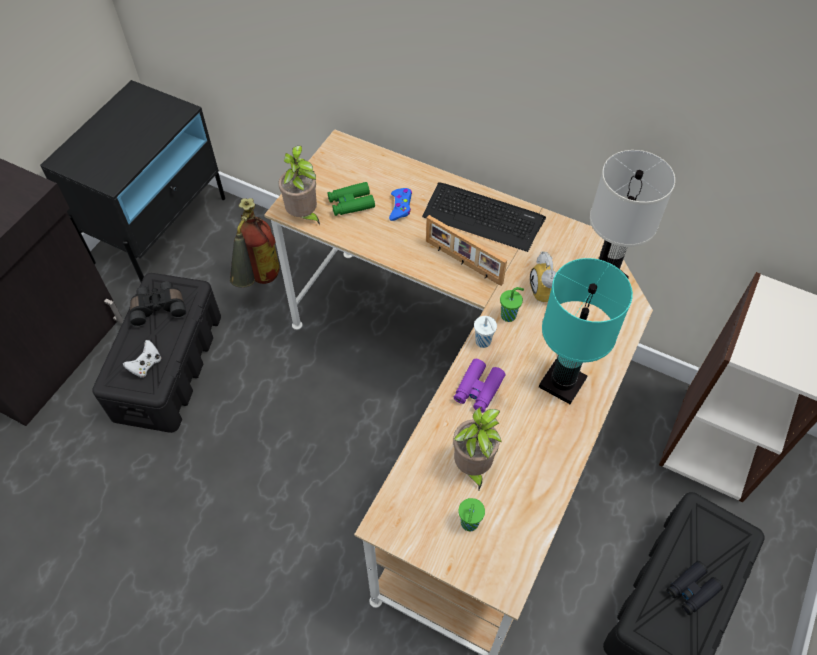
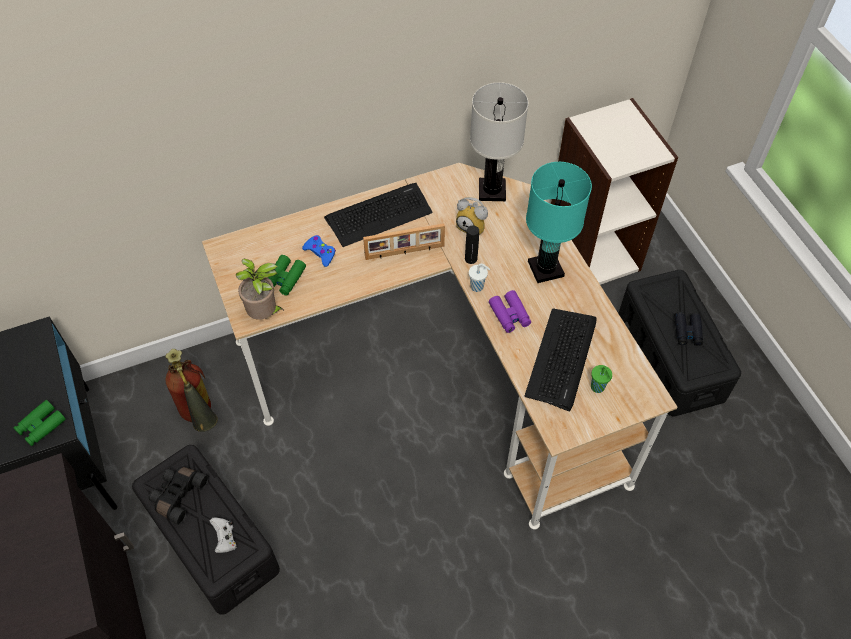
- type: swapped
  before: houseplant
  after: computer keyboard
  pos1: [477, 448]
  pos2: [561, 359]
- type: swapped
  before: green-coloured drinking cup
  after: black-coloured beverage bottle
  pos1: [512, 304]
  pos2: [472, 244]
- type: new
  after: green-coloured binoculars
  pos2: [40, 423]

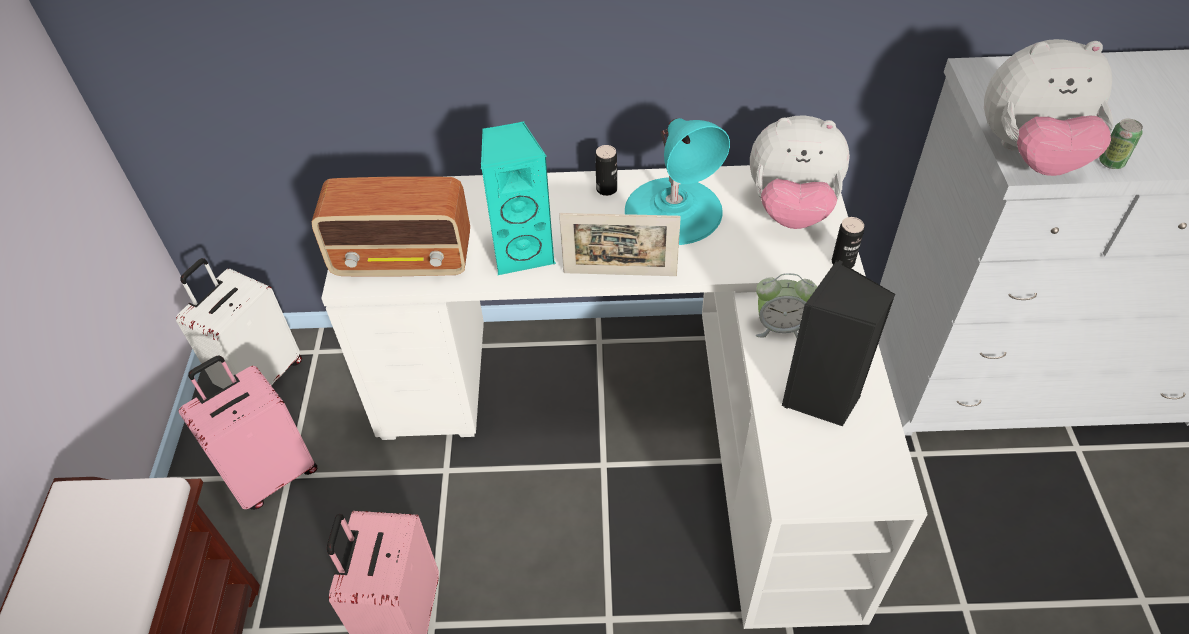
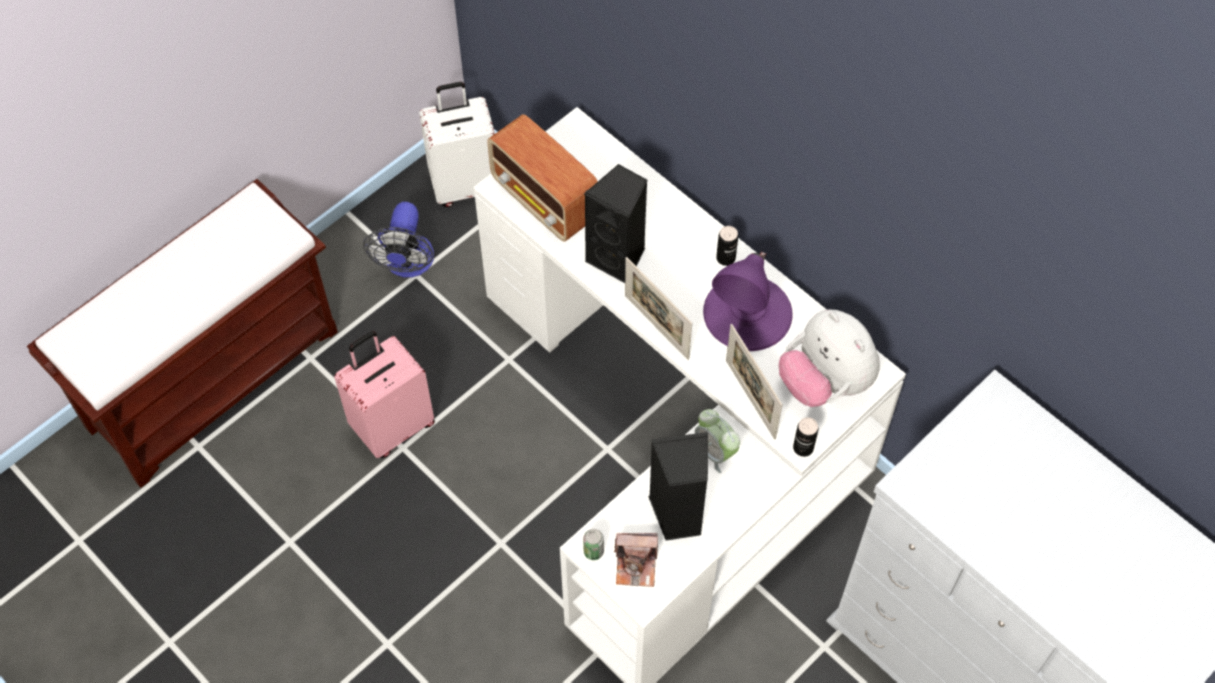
- type: swapped
  before: pink-coloured suitcase
  after: cooling fan
  pos1: [248, 432]
  pos2: [398, 239]
- type: repainted
  before: turquoise speaker
  after: black-coloured speaker
  pos1: [518, 198]
  pos2: [616, 223]
- type: repainted
  before: turquoise lamp for a table
  after: purplish lamp for a table
  pos1: [677, 181]
  pos2: [748, 301]
- type: gone
  before: soft toy
  pos1: [1048, 107]
- type: shifted
  before: metal can
  pos1: [1121, 143]
  pos2: [593, 544]
- type: new
  after: still camera
  pos2: [636, 560]
- type: new
  after: standing frame
  pos2: [754, 381]

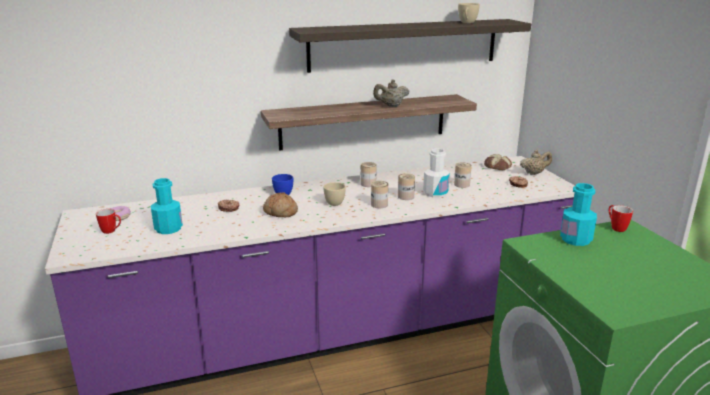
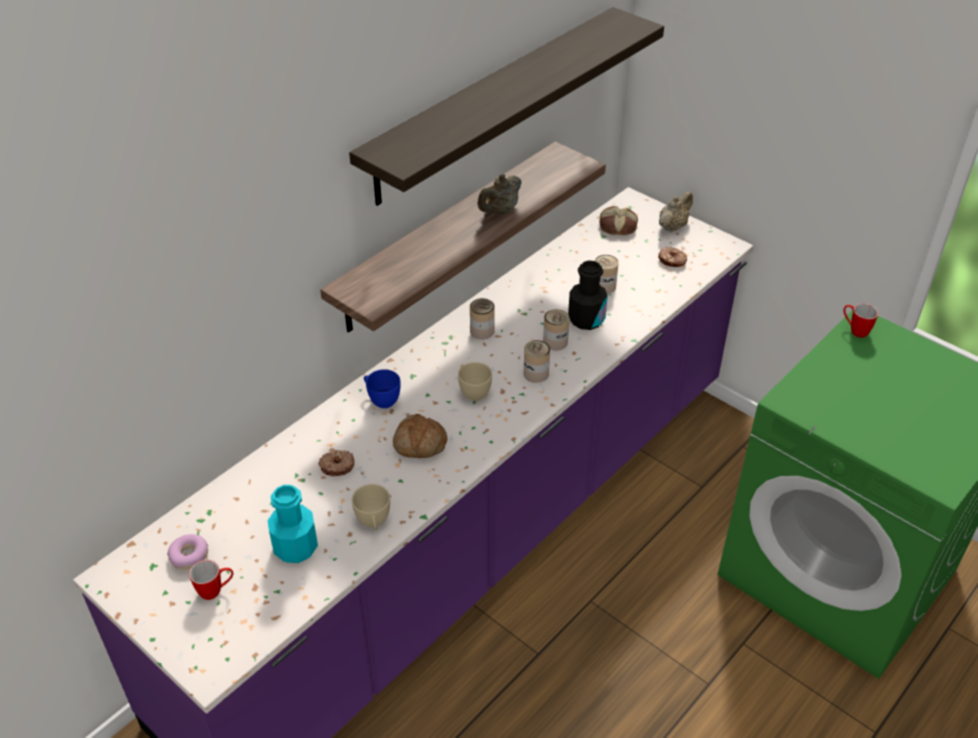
- type: repainted
  before: white beverage bottle
  after: black-coloured beverage bottle
  pos1: [436, 173]
  pos2: [588, 295]
- type: shifted
  before: beige-coloured drinking cup
  pos1: [469, 13]
  pos2: [371, 507]
- type: gone
  before: turquoise beverage bottle
  pos1: [578, 214]

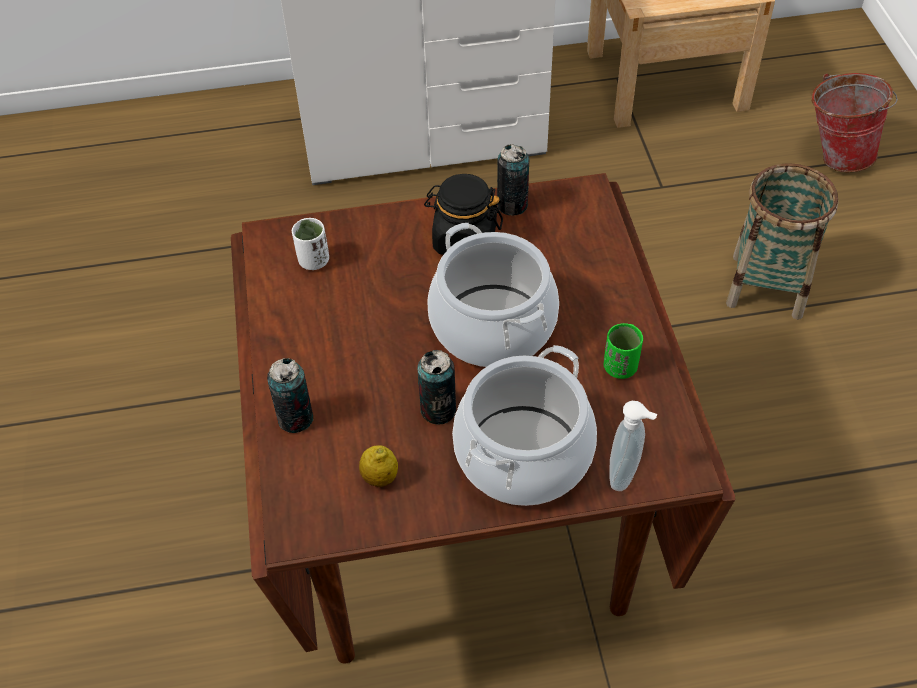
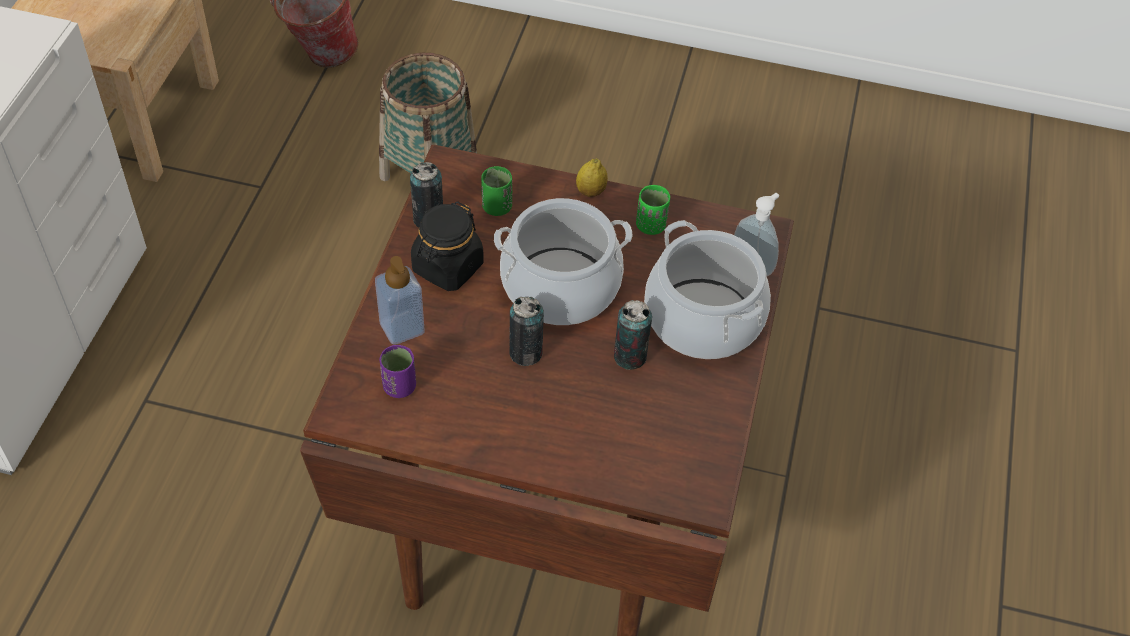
- type: shifted
  before: metal can
  pos1: [290, 395]
  pos2: [527, 331]
- type: repainted
  before: white drinking cup
  after: purplish drinking cup
  pos1: [310, 244]
  pos2: [398, 371]
- type: shifted
  before: lemon
  pos1: [378, 466]
  pos2: [592, 178]
- type: new
  after: soap dispenser
  pos2: [400, 300]
- type: new
  after: green-coloured drinking cup
  pos2: [496, 191]

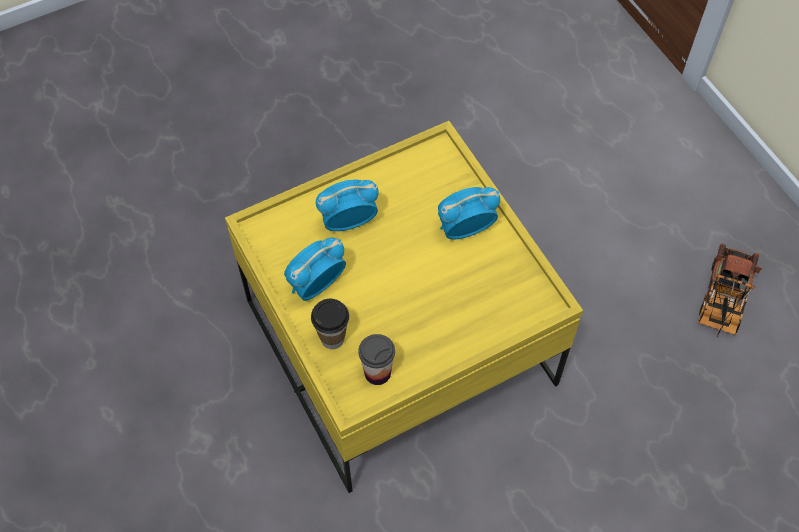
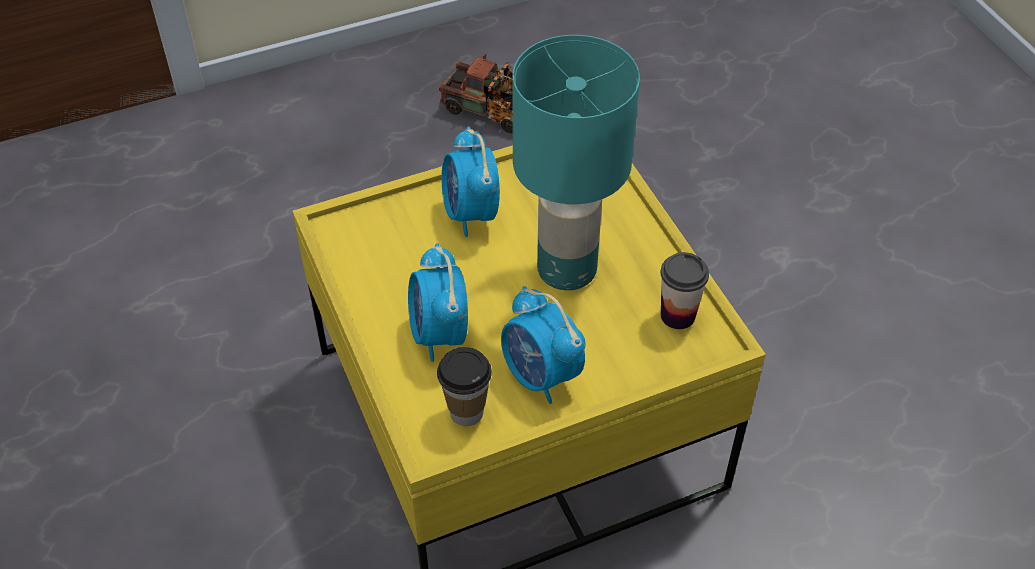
- type: shifted
  before: drinking cup
  pos1: [330, 324]
  pos2: [464, 386]
- type: new
  after: turquoise lamp for a table
  pos2: [576, 162]

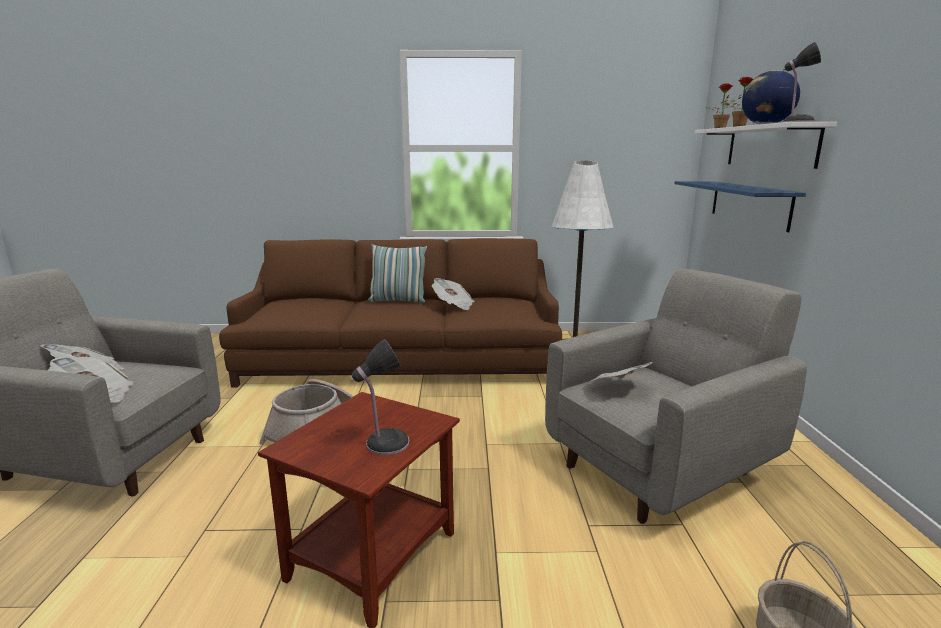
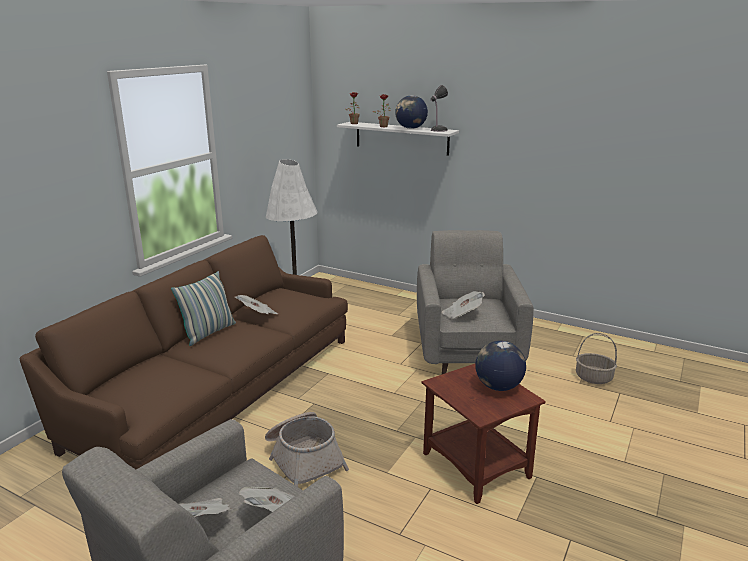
- type: swapped
  before: lamp for a table
  after: world globe
  pos1: [380, 397]
  pos2: [500, 366]
- type: gone
  before: blue bracket shelf
  pos1: [740, 206]

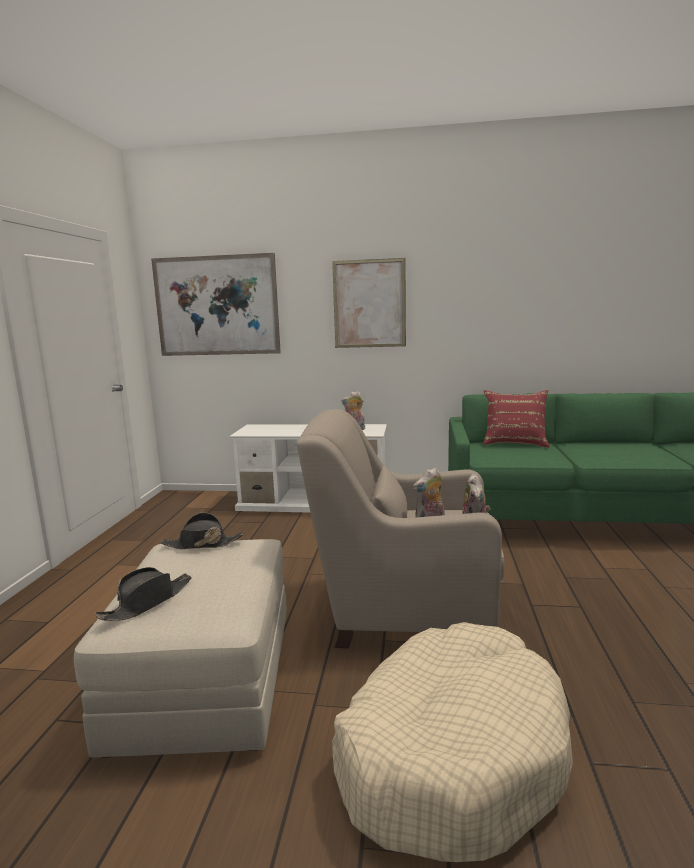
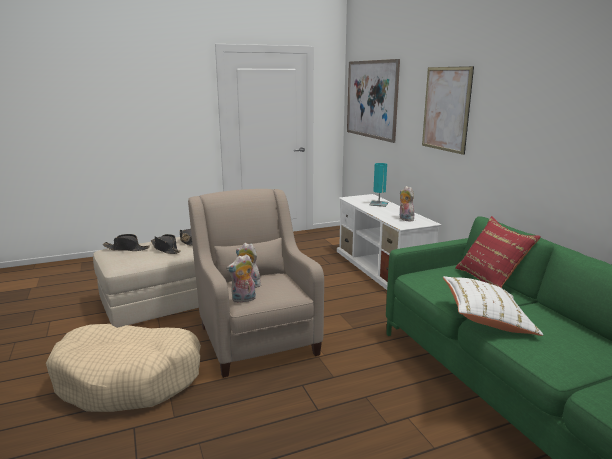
- type: new
  after: black-coloured wearable hat
  pos2: [166, 244]
- type: new
  after: turquoise lamp for a table
  pos2: [378, 185]
- type: new
  after: white throw pillow
  pos2: [493, 306]

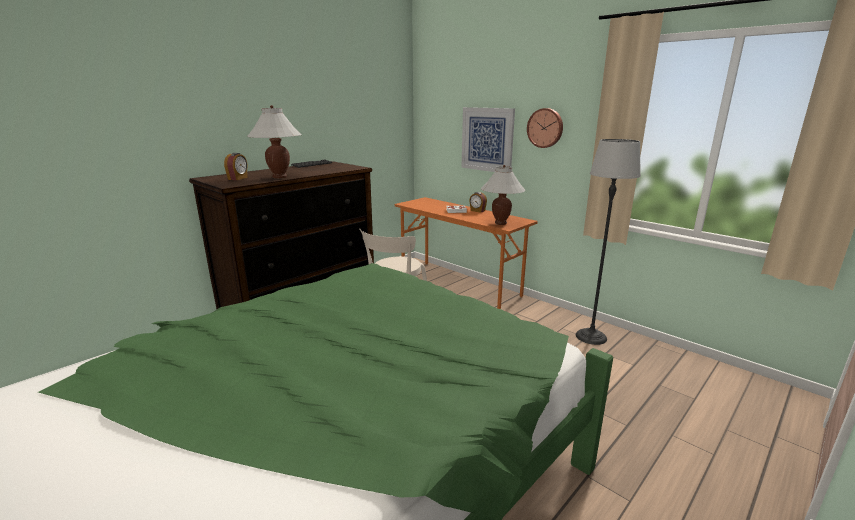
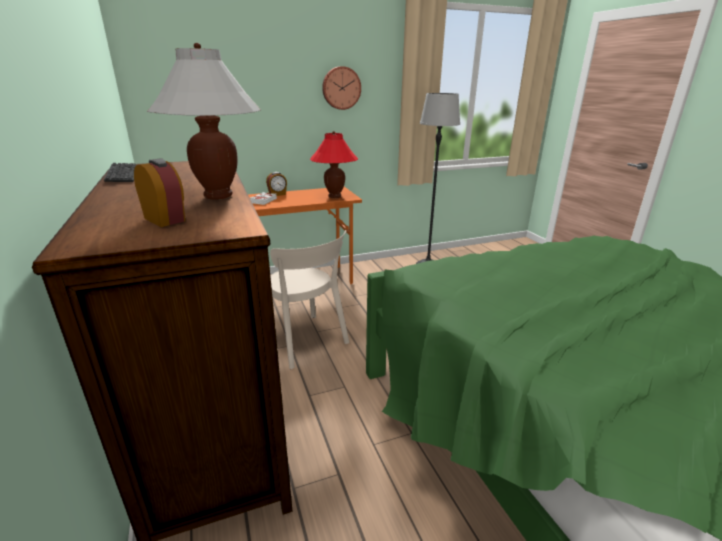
- type: gone
  before: picture
  pos1: [488, 139]
- type: repainted
  before: white lamp for a table
  after: reddish lamp for a table
  pos1: [503, 195]
  pos2: [334, 164]

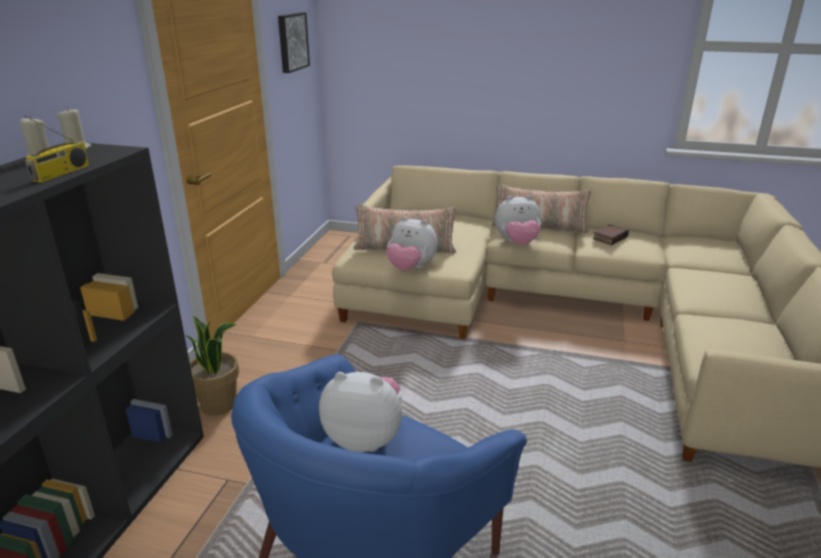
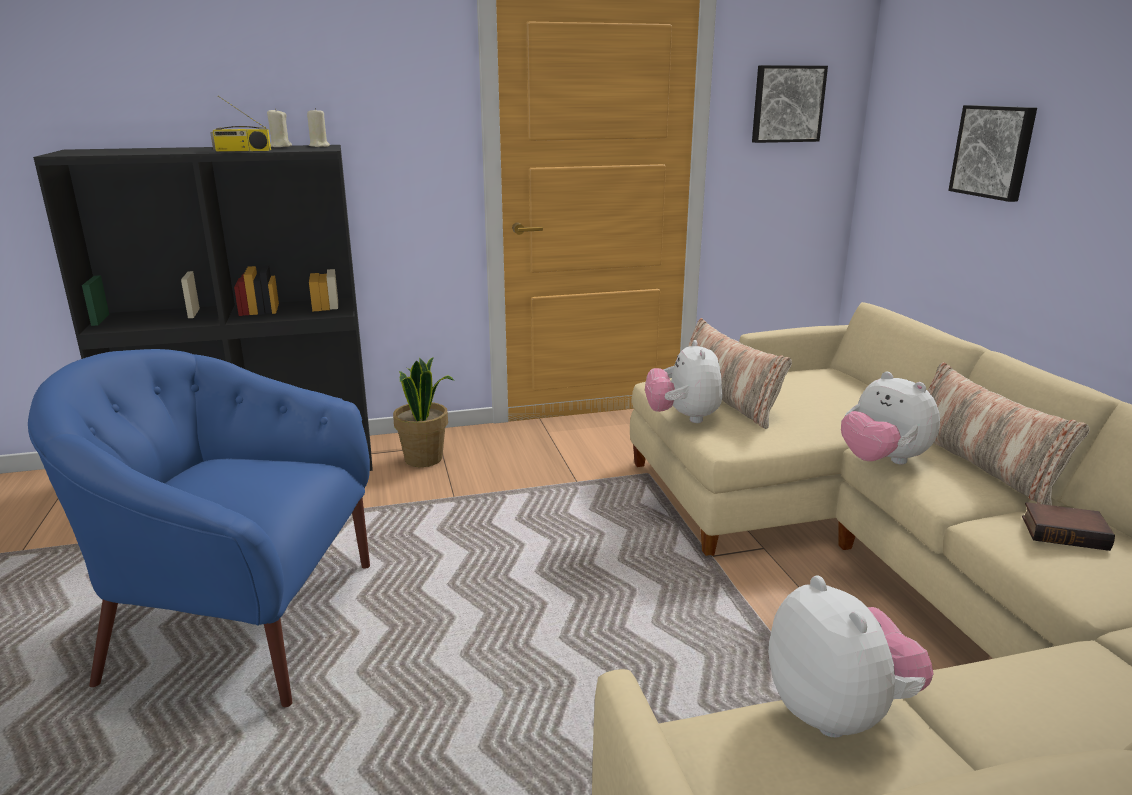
- type: shifted
  before: soft toy
  pos1: [360, 412]
  pos2: [850, 656]
- type: new
  after: picture
  pos2: [992, 153]

